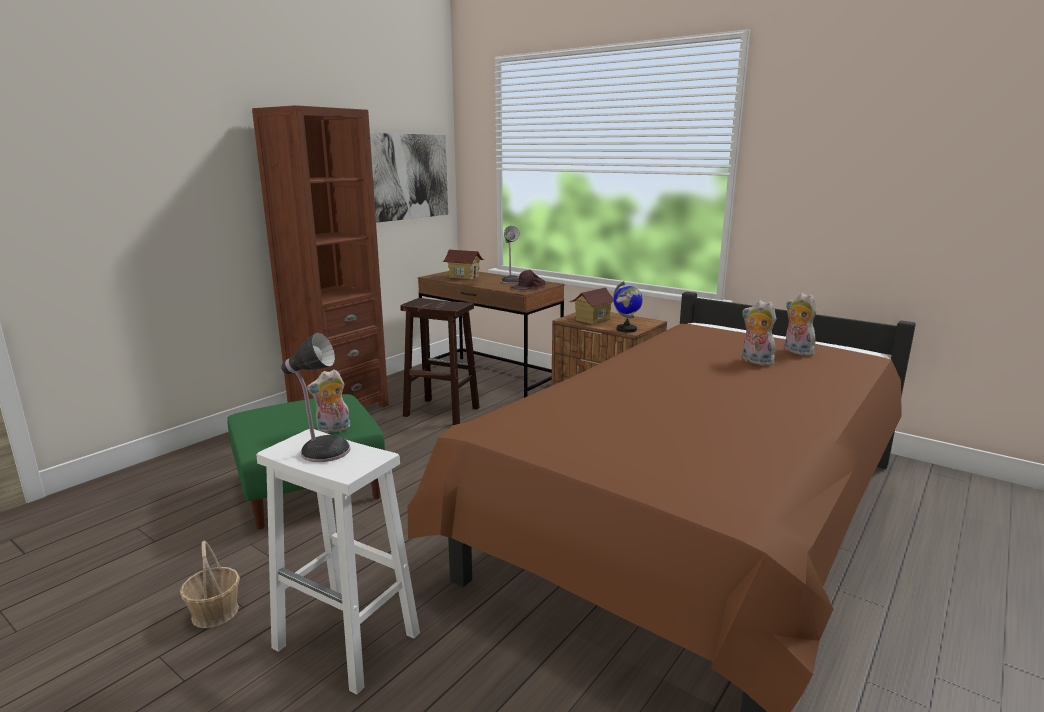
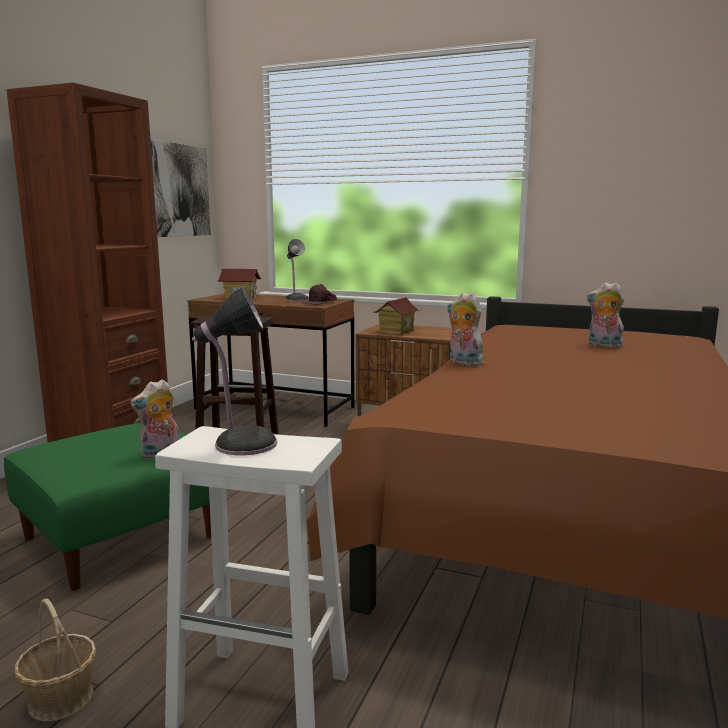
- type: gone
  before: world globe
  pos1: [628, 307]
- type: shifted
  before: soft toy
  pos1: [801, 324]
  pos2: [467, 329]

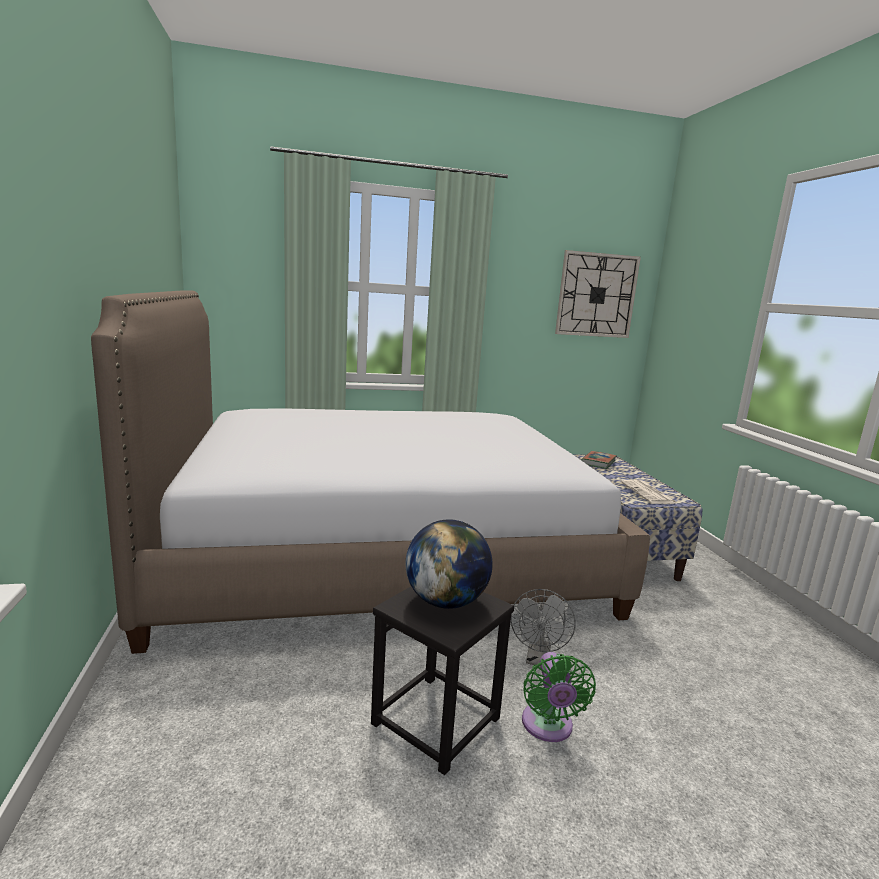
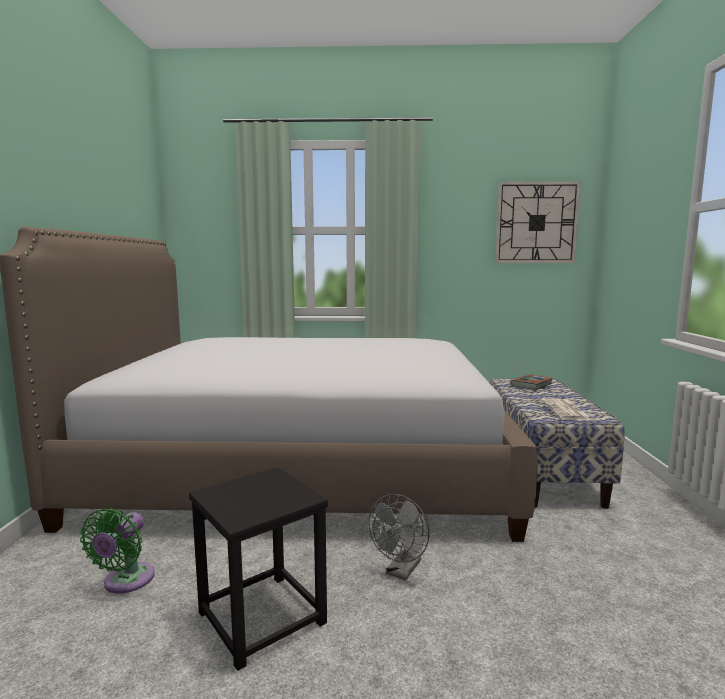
- type: gone
  before: world globe
  pos1: [449, 564]
- type: shifted
  before: green-coloured cooling fan
  pos1: [559, 697]
  pos2: [117, 551]

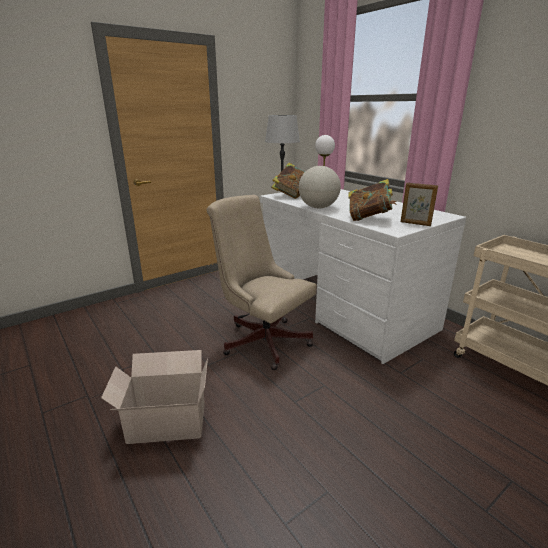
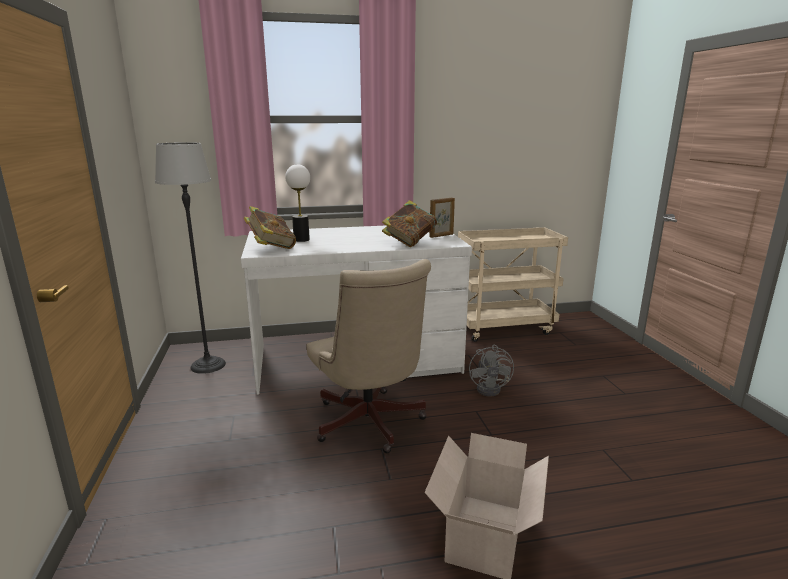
- type: rotated
  before: beige-coloured office chair
  pos1: [262, 282]
  pos2: [369, 356]
  turn: -90
- type: gone
  before: world globe
  pos1: [320, 187]
- type: new
  after: gray cooling fan
  pos2: [491, 370]

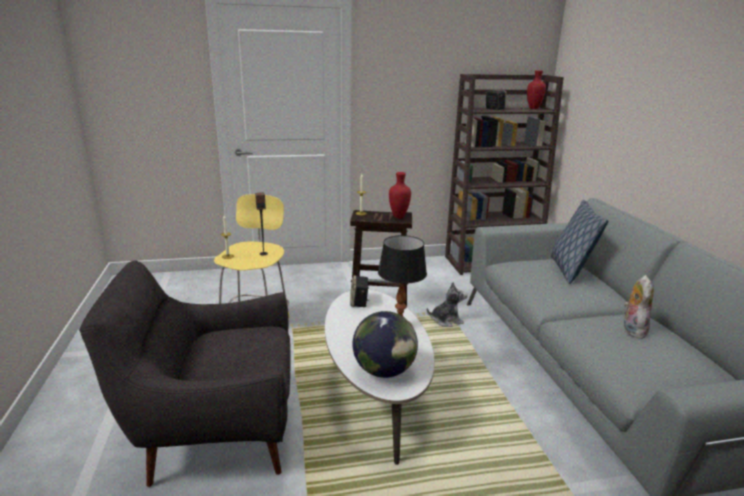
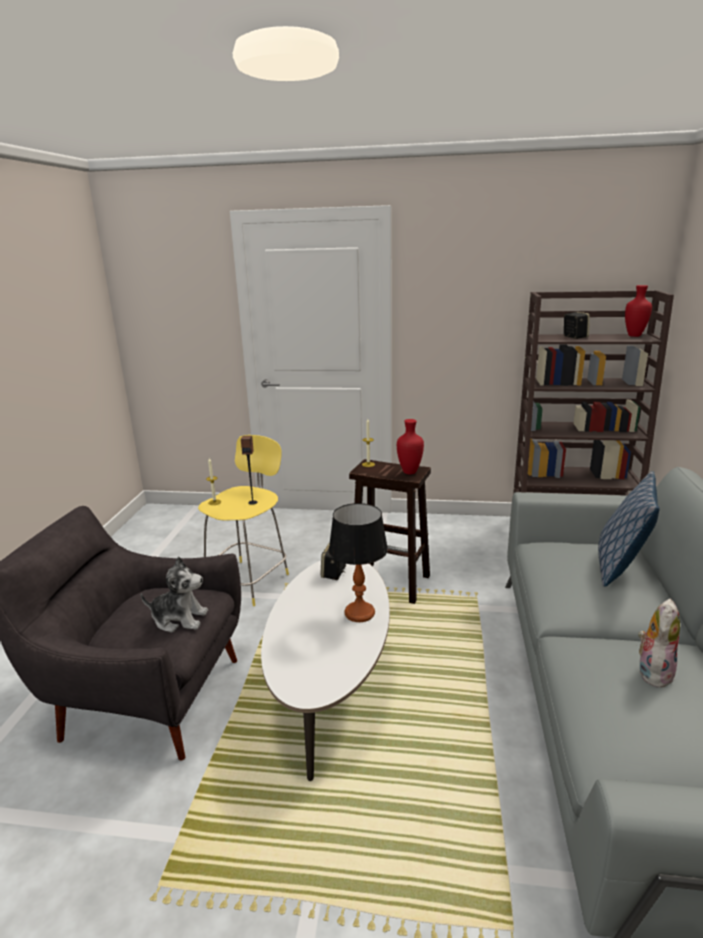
- type: gone
  before: world globe
  pos1: [385, 344]
- type: shifted
  before: soft toy
  pos1: [447, 304]
  pos2: [174, 594]

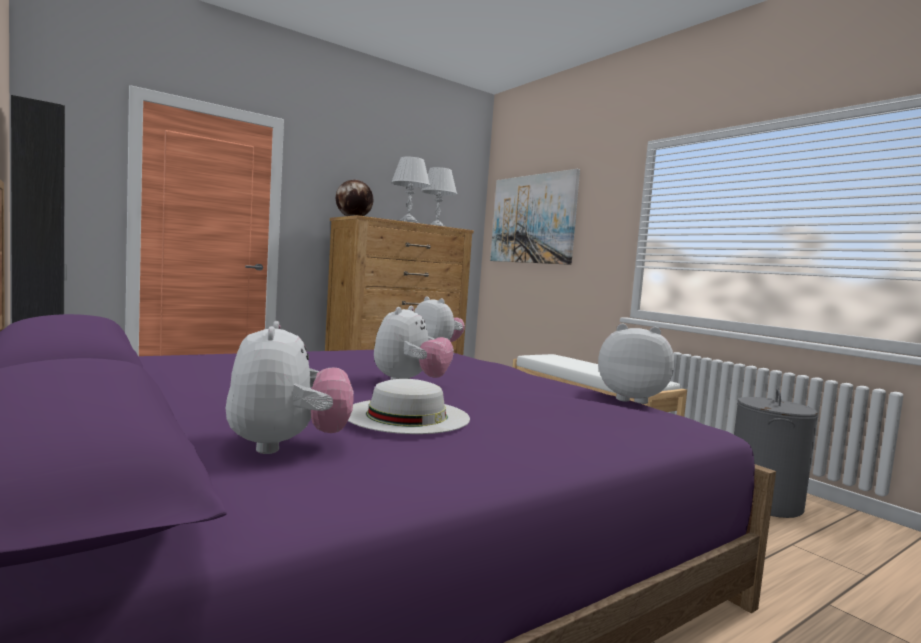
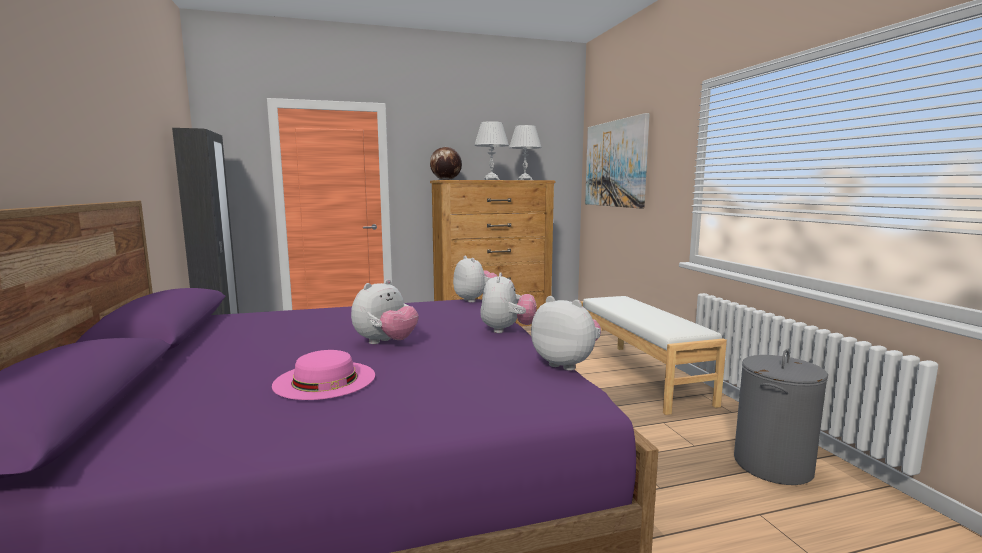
- type: shifted
  before: soft toy
  pos1: [289, 387]
  pos2: [508, 302]
- type: repainted
  before: white wearable hat
  after: pink-coloured wearable hat
  pos1: [409, 406]
  pos2: [323, 375]

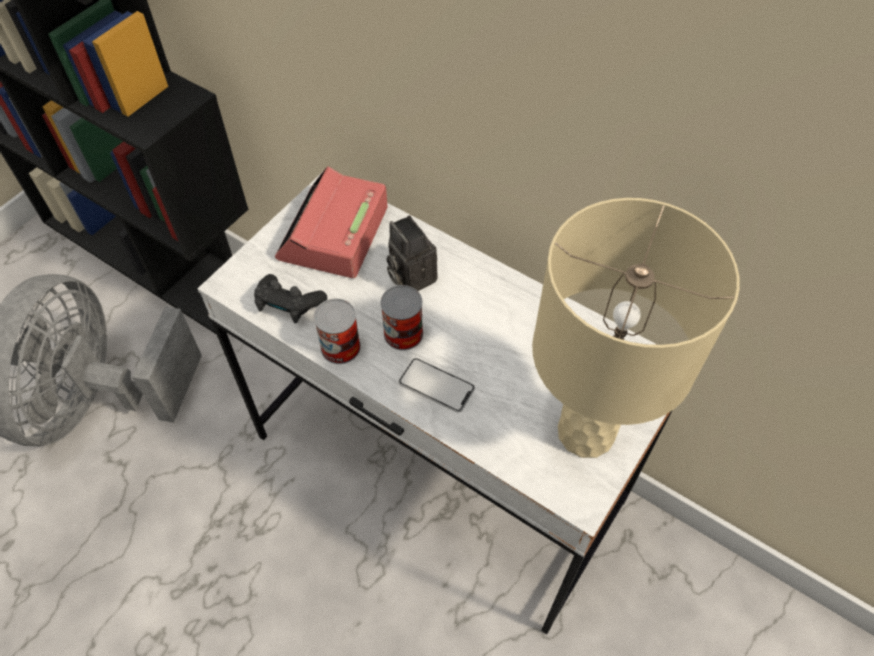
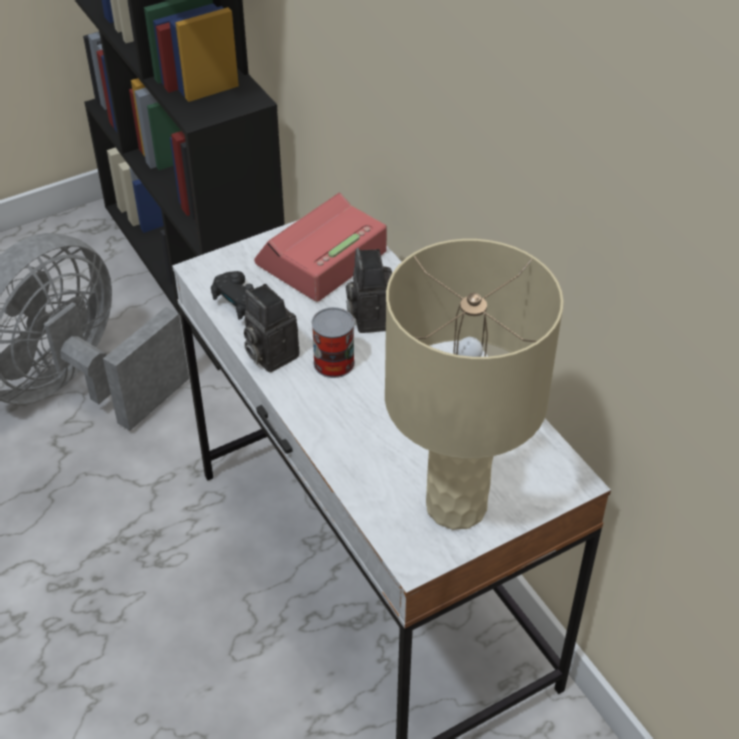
- type: swapped
  before: metal can
  after: still camera
  pos1: [337, 331]
  pos2: [271, 328]
- type: gone
  before: phone
  pos1: [436, 385]

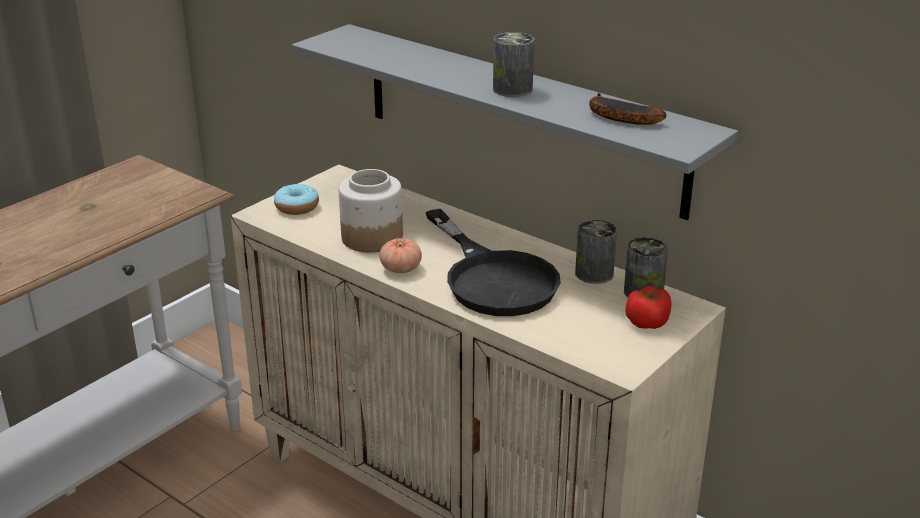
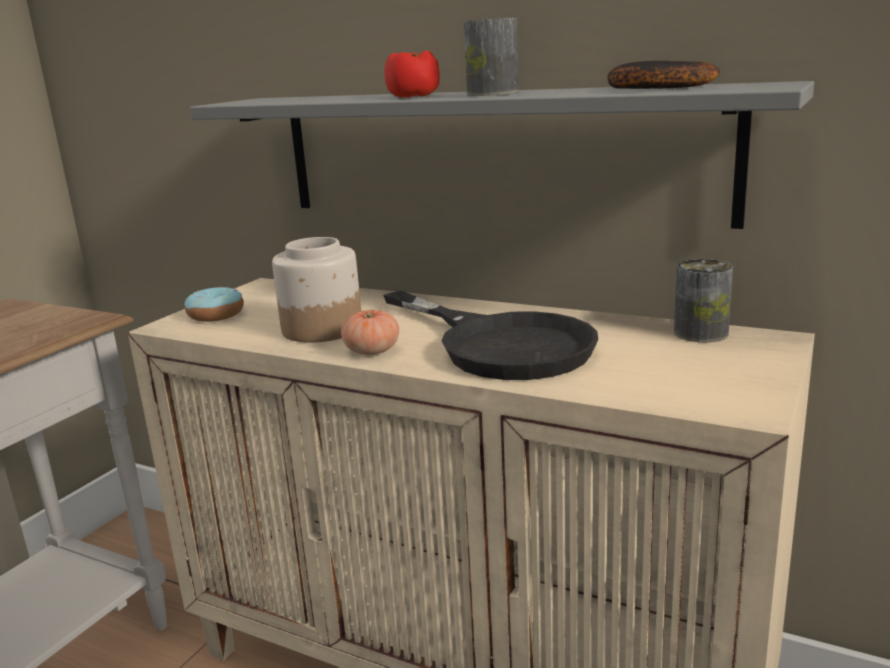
- type: gone
  before: metal can
  pos1: [596, 252]
- type: shifted
  before: whole tomato
  pos1: [649, 307]
  pos2: [412, 74]

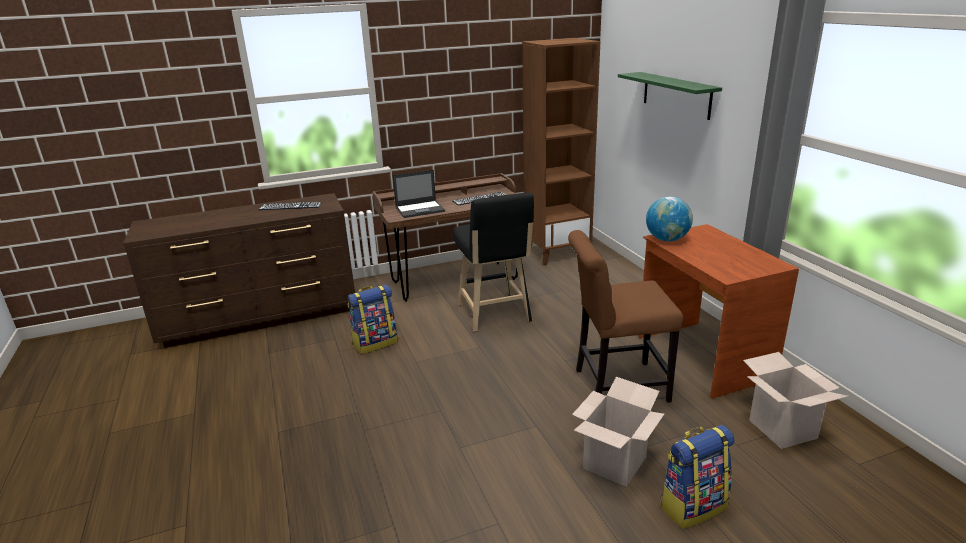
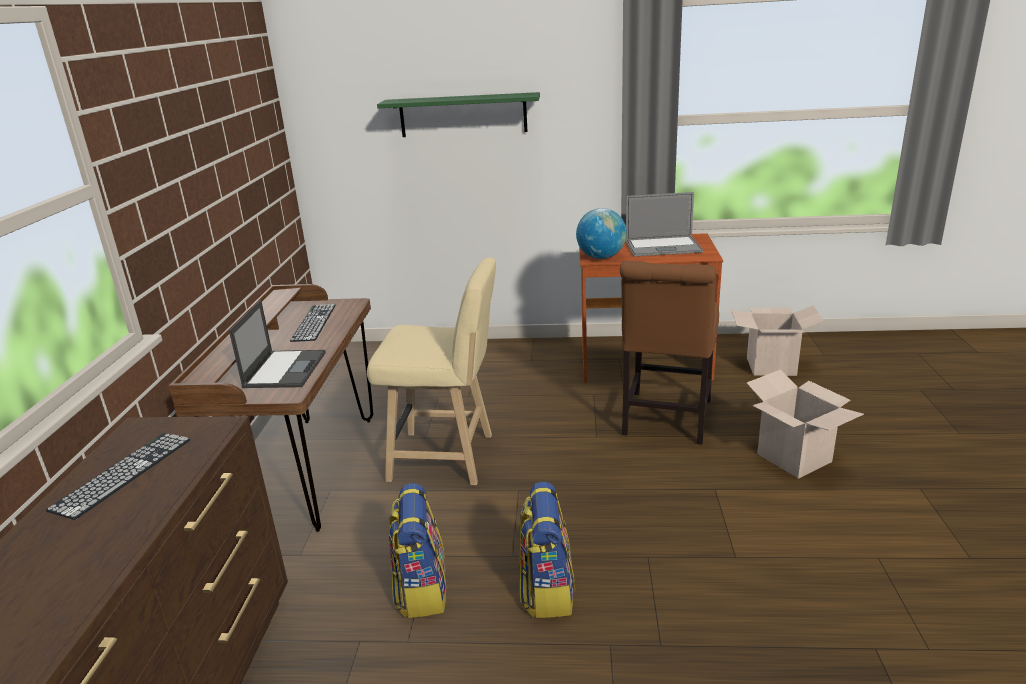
- type: repainted
  before: black-coloured stool
  after: beige-coloured stool
  pos1: [493, 262]
  pos2: [431, 371]
- type: gone
  before: brownish bookshelf
  pos1: [561, 151]
- type: shifted
  before: knapsack
  pos1: [697, 477]
  pos2: [547, 550]
- type: new
  after: portable computer
  pos2: [664, 224]

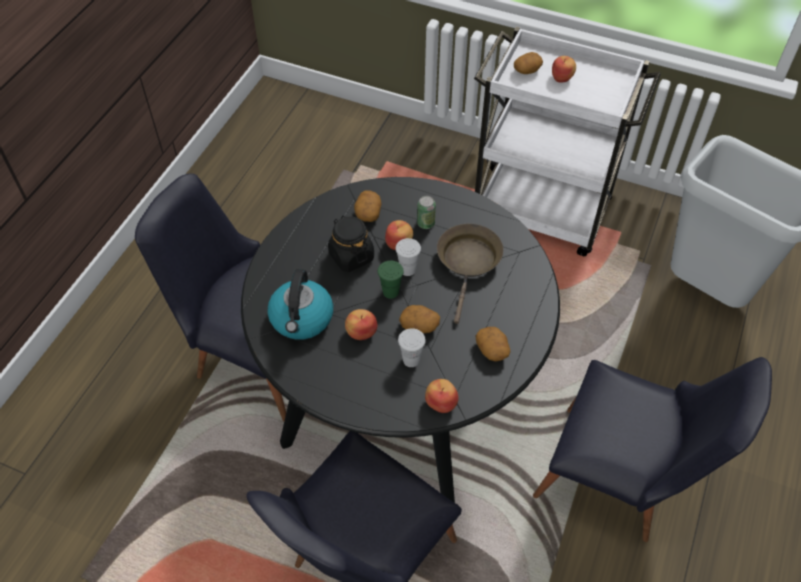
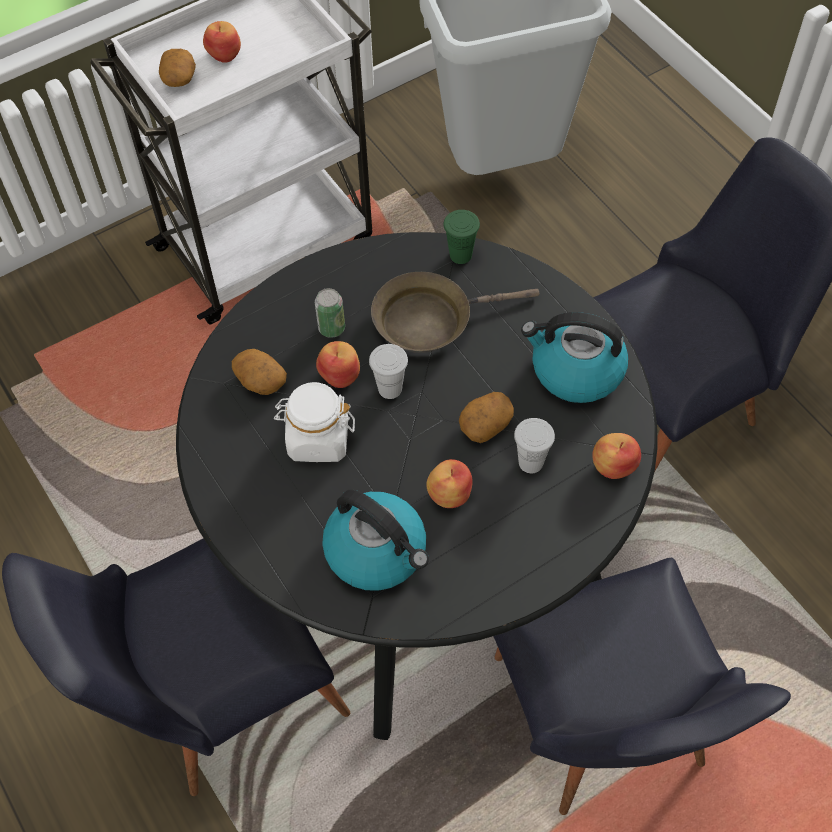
- type: repainted
  before: black-coloured preserve jar
  after: white preserve jar
  pos1: [351, 243]
  pos2: [314, 422]
- type: shifted
  before: green-coloured drinking cup
  pos1: [391, 280]
  pos2: [462, 237]
- type: rotated
  before: brownish frying pan
  pos1: [470, 274]
  pos2: [455, 312]
  turn: -60
- type: swapped
  before: spud
  after: water kettle
  pos1: [493, 344]
  pos2: [574, 357]

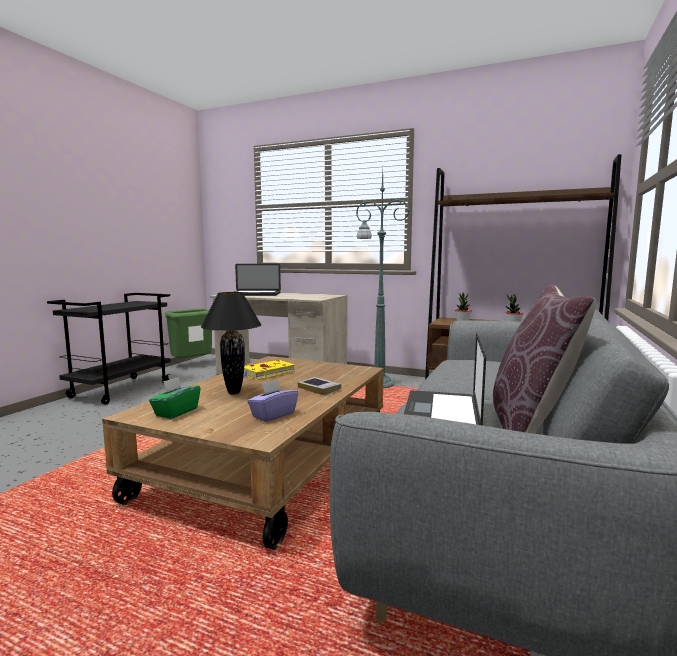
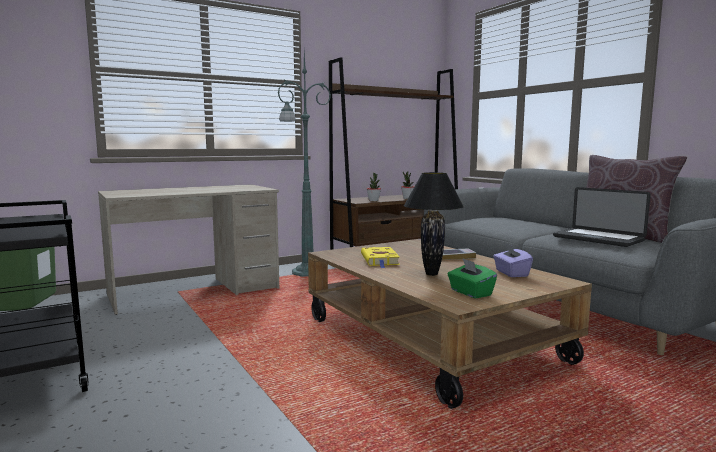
- type: gone
  before: portable computer
  pos1: [257, 280]

